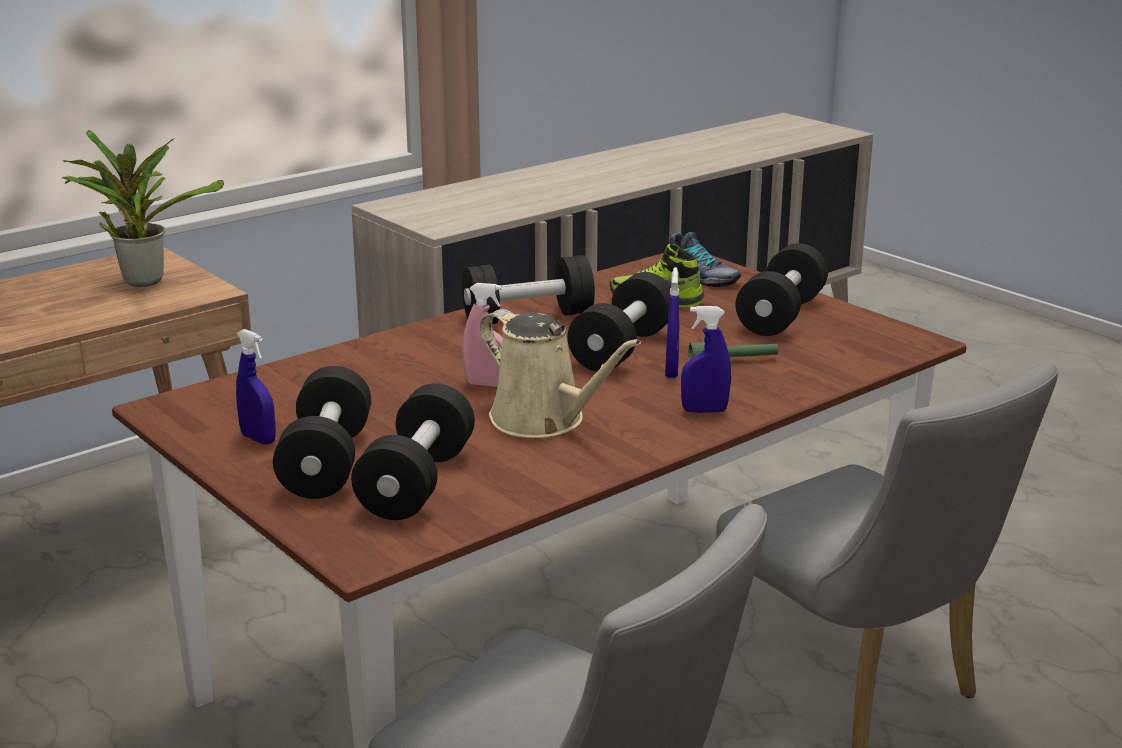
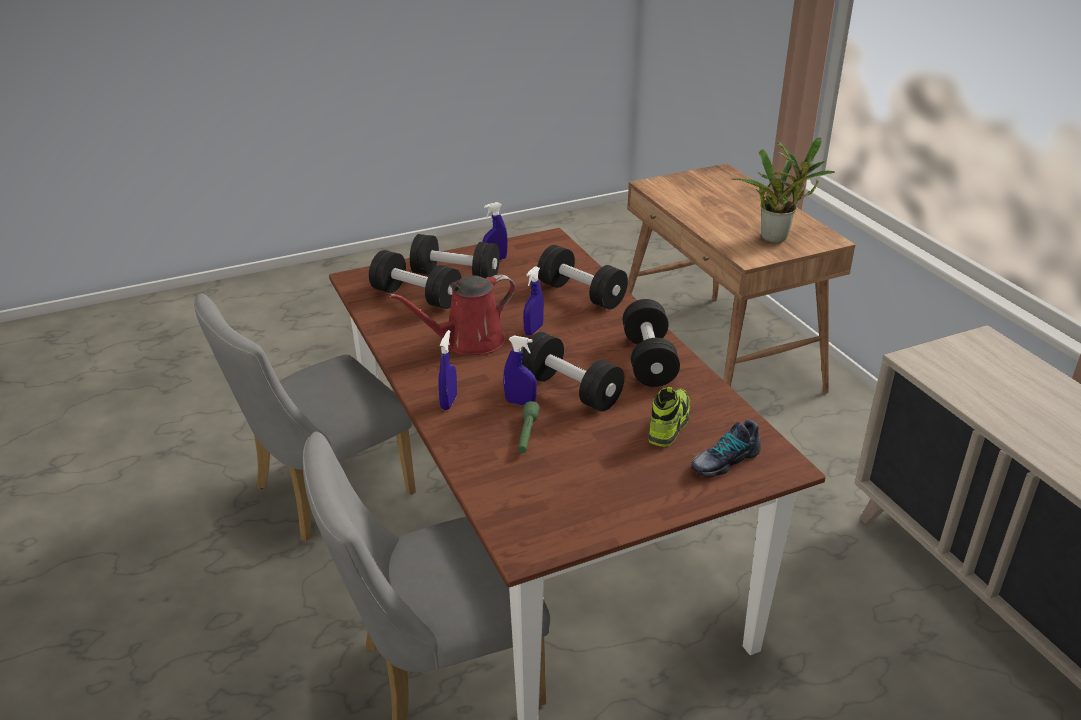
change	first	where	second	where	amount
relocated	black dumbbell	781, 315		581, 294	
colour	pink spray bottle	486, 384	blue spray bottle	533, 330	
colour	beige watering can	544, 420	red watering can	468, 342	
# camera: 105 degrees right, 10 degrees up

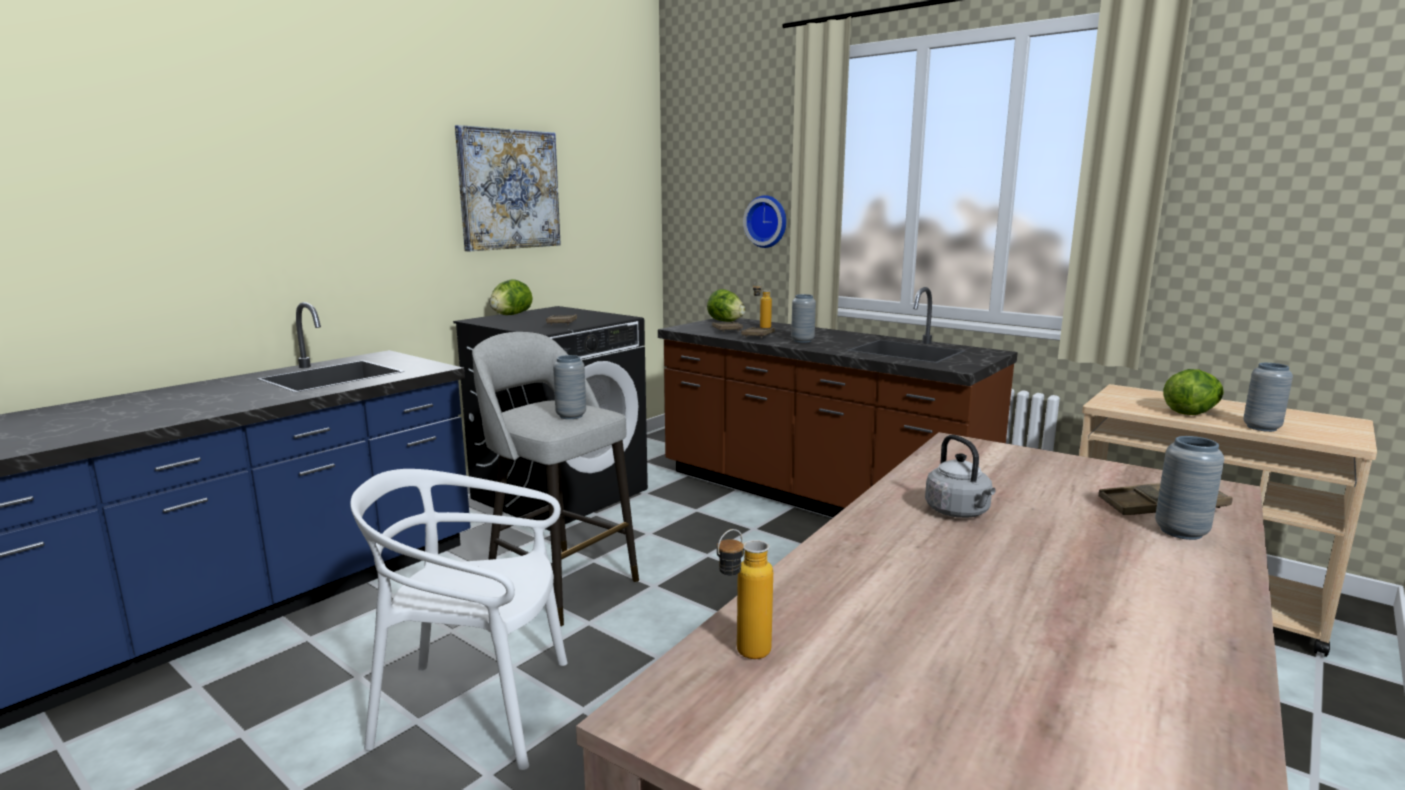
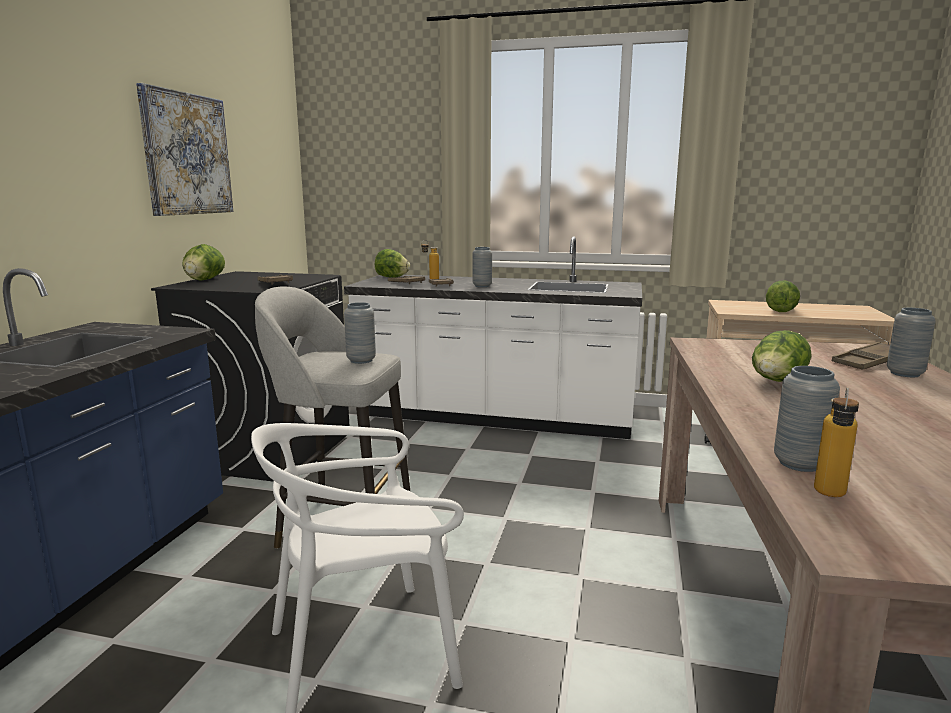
change	first	where	second	where	amount
missing	wall clock	767, 221			
relocated	grey vase	1261, 428		799, 464	
exchanged	grey kettle	959, 512	lettuce	777, 382	
colour	brown counter	817, 497	white counter	494, 417	
# camera: 25 degrees left, 0 degrees up

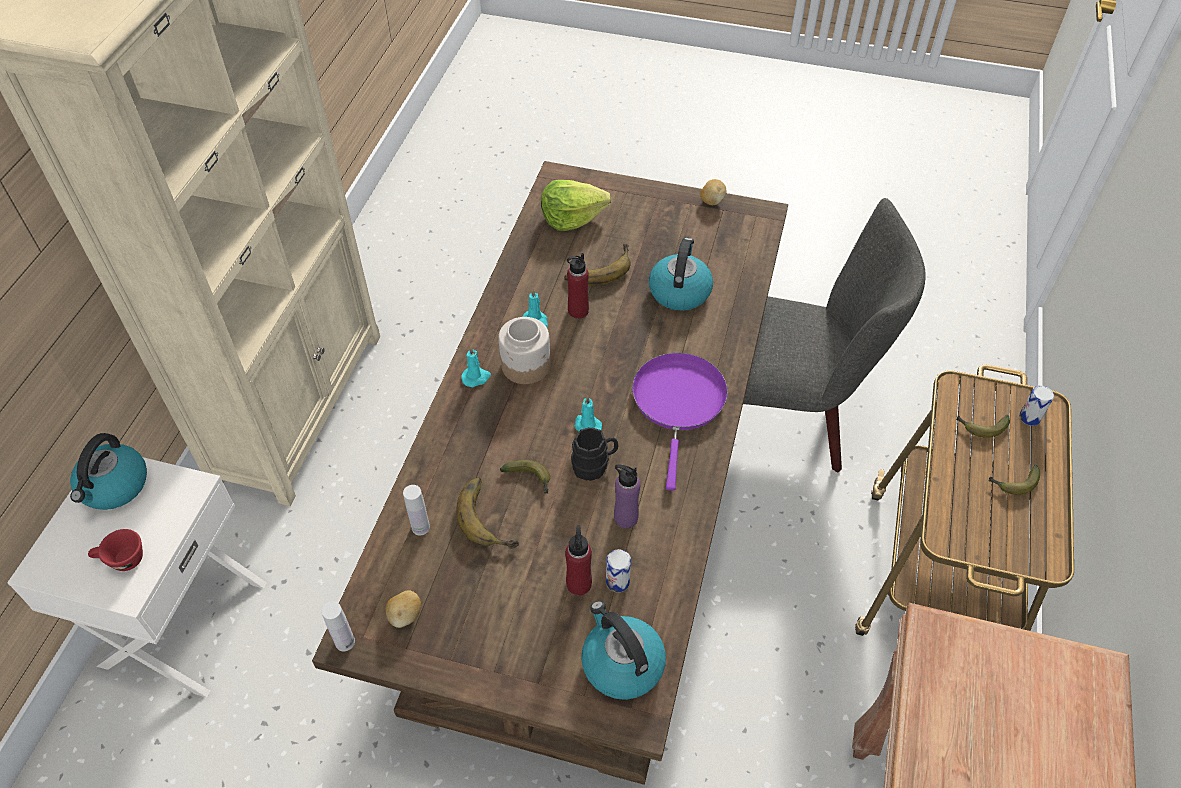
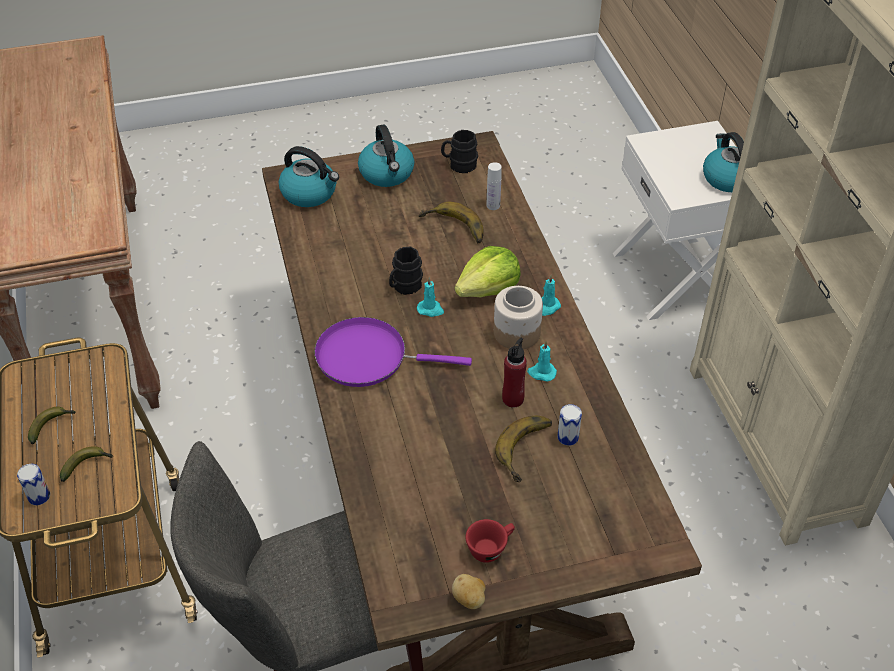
change	first	where	second	where	amount
missing	white bottle	345, 642			
missing	banana	530, 479			
missing	red bottle	579, 584			
missing	purple bottle	625, 517			
relocated	red cup	122, 560		490, 547	
relocated	lettuce	572, 217		488, 289	
relocated	can	617, 581		568, 437	
relocated	kettle	679, 291		387, 174	
exchanged	potato	405, 616	black mug	459, 165	
spun	purple frying pan	678, 403		368, 357	120 degrees clockwise
# camera: 150 degrees right, 5 degrees down

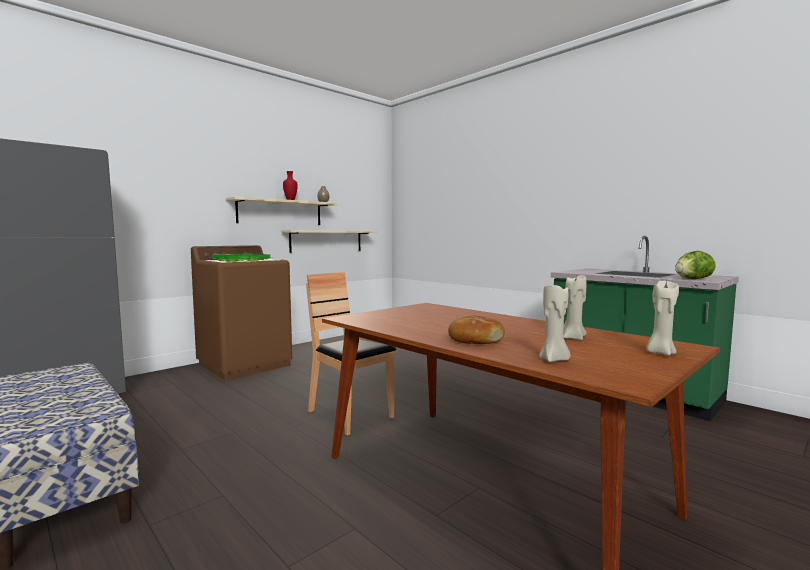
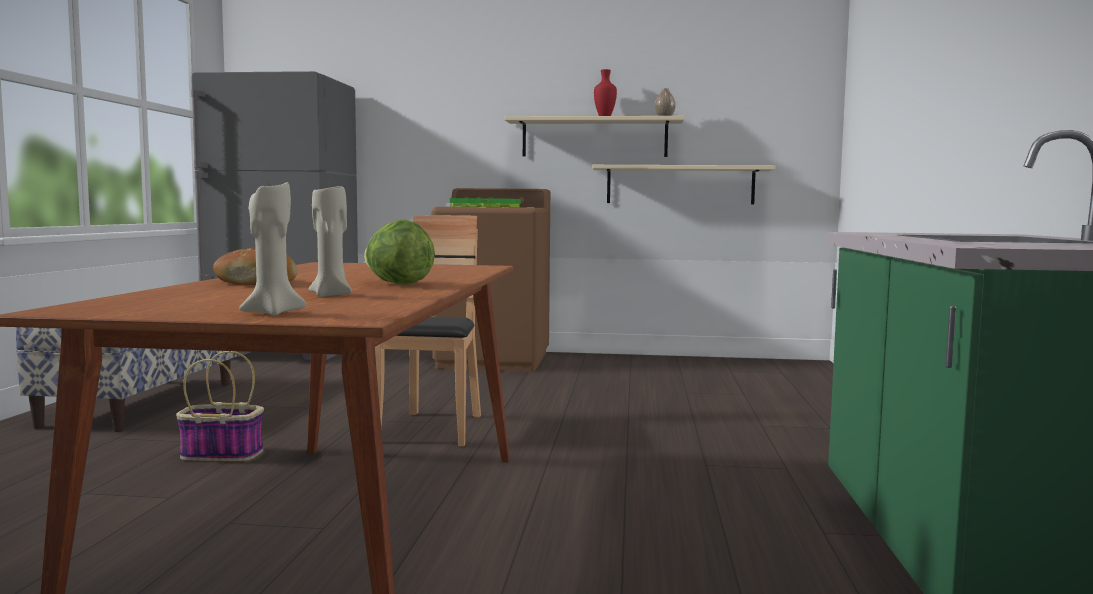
change	first	where	second	where	amount
missing	beige candle	554, 360			
appeared			basket	220, 454	
relocated	lettuce	692, 279		398, 284	
# camera: 50 degrees right, 0 degrees up

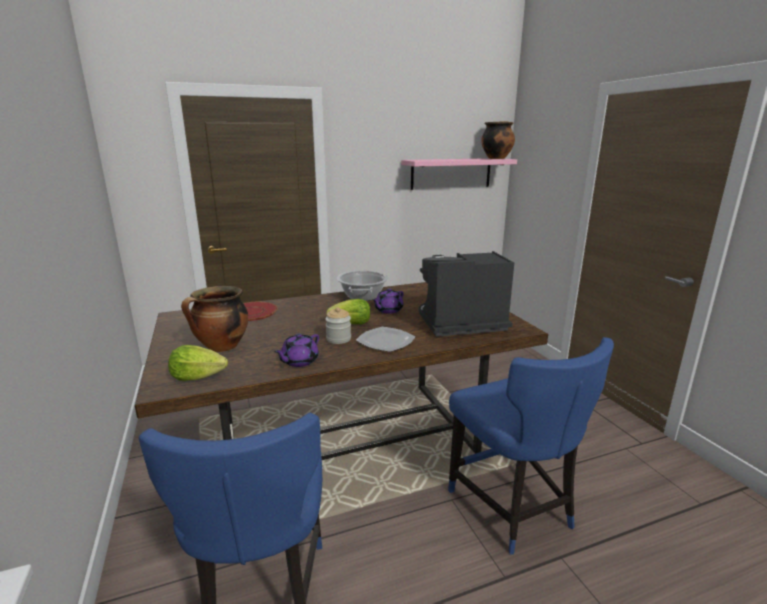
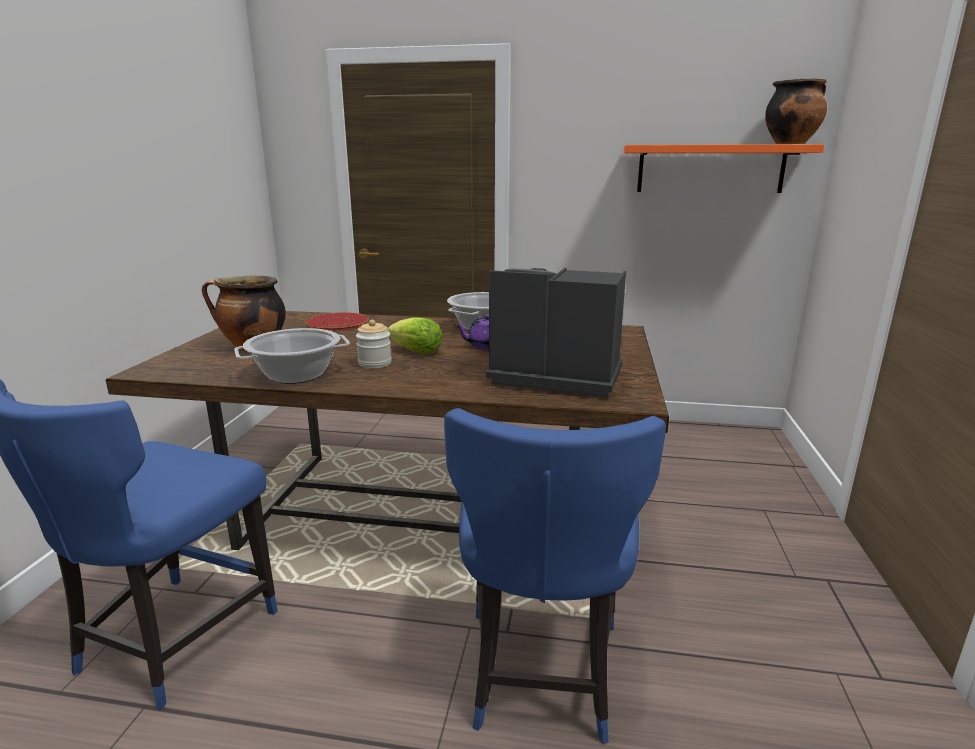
change	first	where	second	where	amount
missing	lettuce	197, 377			
missing	plate	385, 341			
exchanged	purple teapot	299, 361	cooking pot	296, 375	
colour	pink shelf	451, 173	orange shelf	710, 169	
# camera: 30 degrees right, 0 degrees up

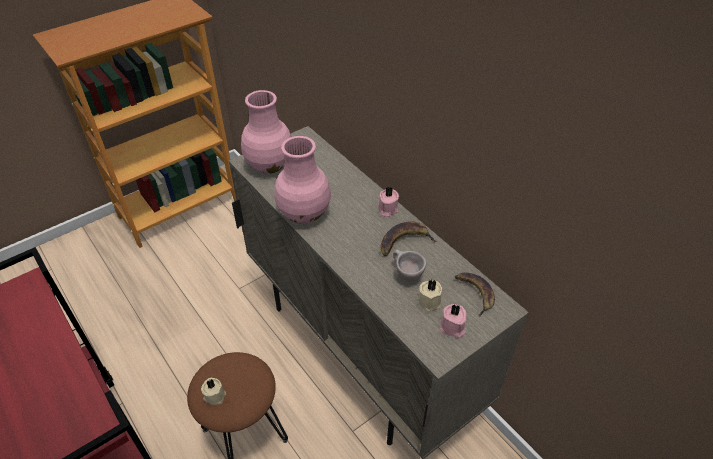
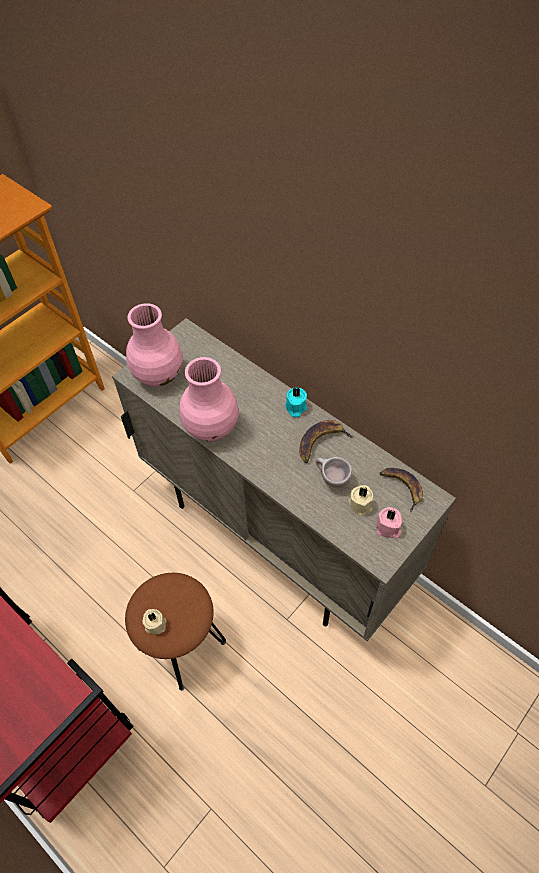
change	first	where	second	where	amount
colour	pink candle	387, 209	turquoise candle	295, 408	
# camera: 10 degrees left, 10 degrees up

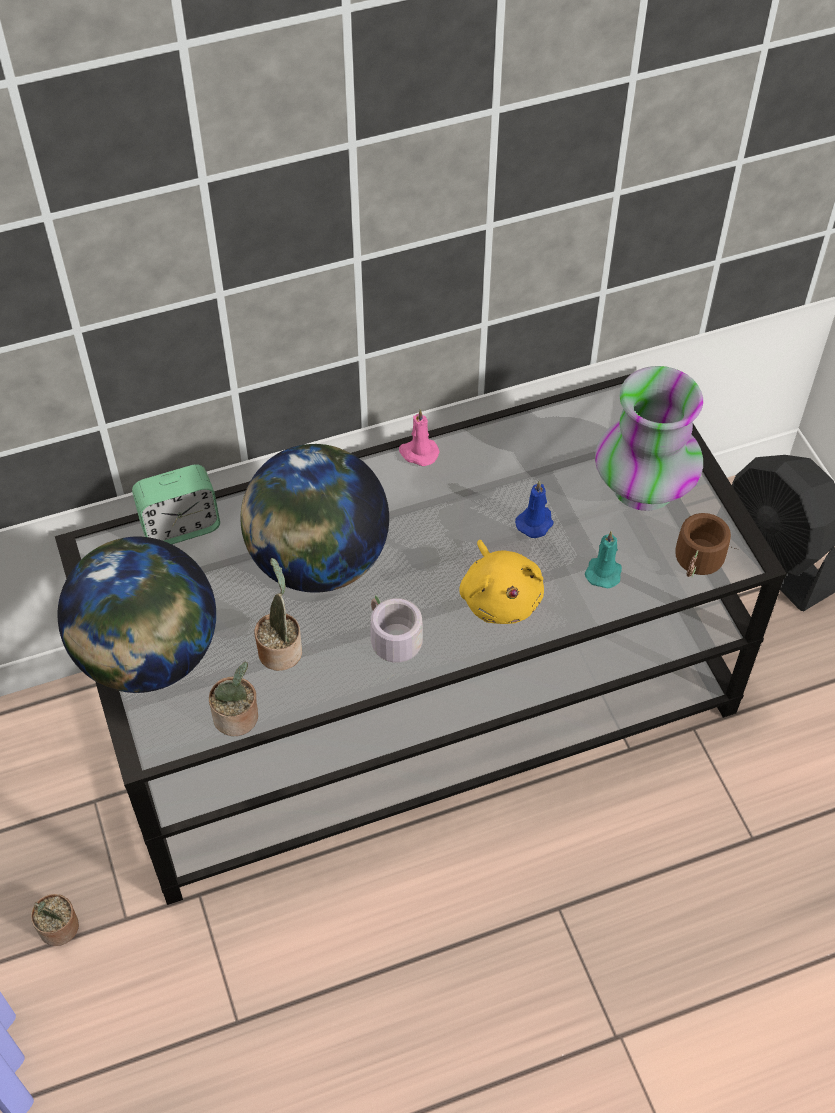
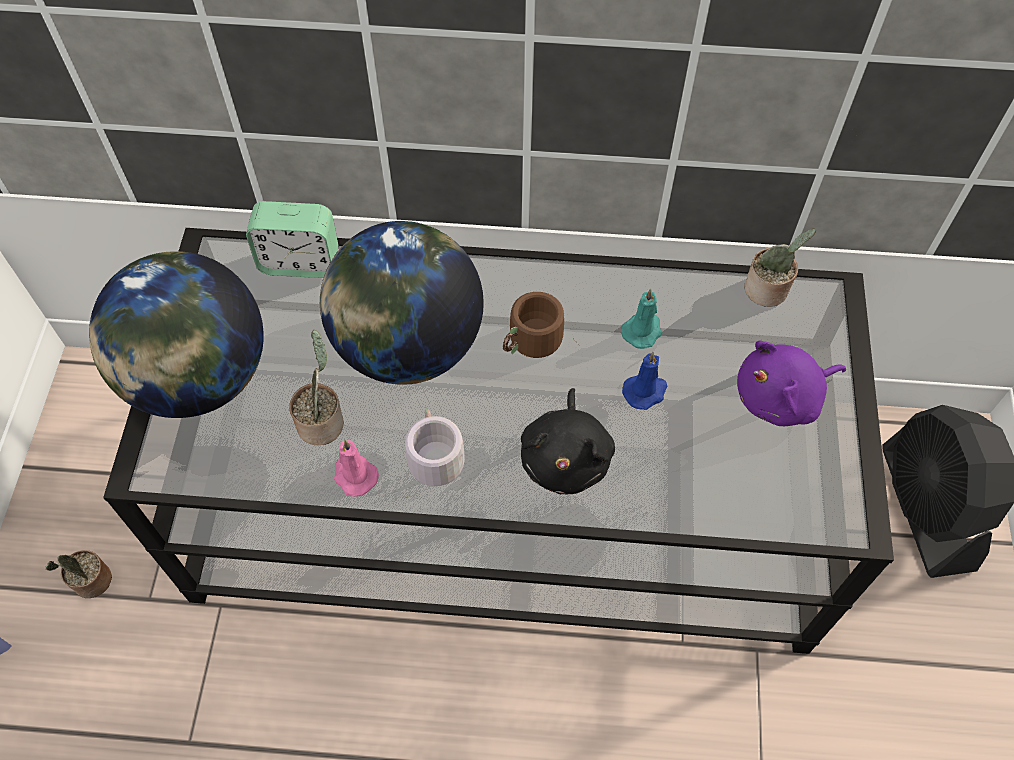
change	first	where	second	where	amount
relocated	potted plant	238, 718		768, 291	
relocated	pink candle	418, 453		354, 475	
relocated	turquoise candle	604, 571		643, 330	
relocated	brown mug	699, 563		533, 344	
exchanged	vase	644, 486	purple plush toy	781, 398	
colour	yellow plush toy	500, 597	black plush toy	566, 457	
# camera: 25 degrees right, 5 degrees up

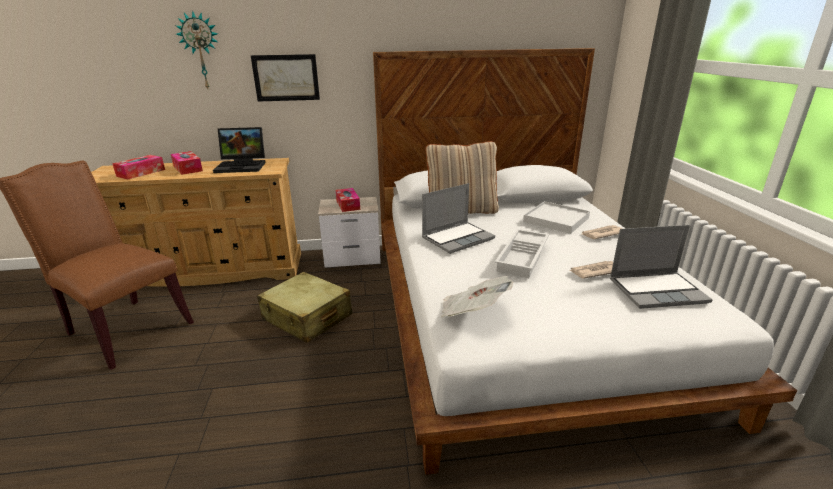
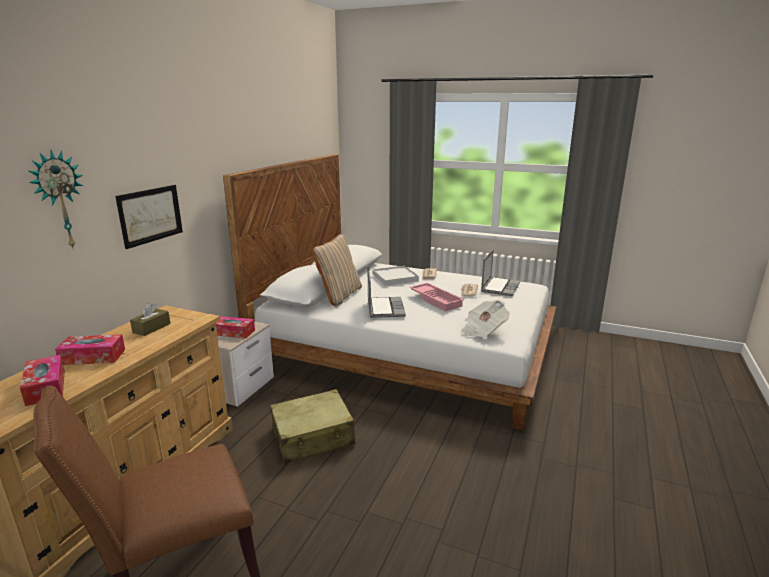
change	first	where	second	where	amount
exchanged	laptop	243, 166	brown tissue box	151, 328	
colour	white tray	523, 257	pink tray	436, 300	
# camera: 60 degrees left, 5 degrees down

